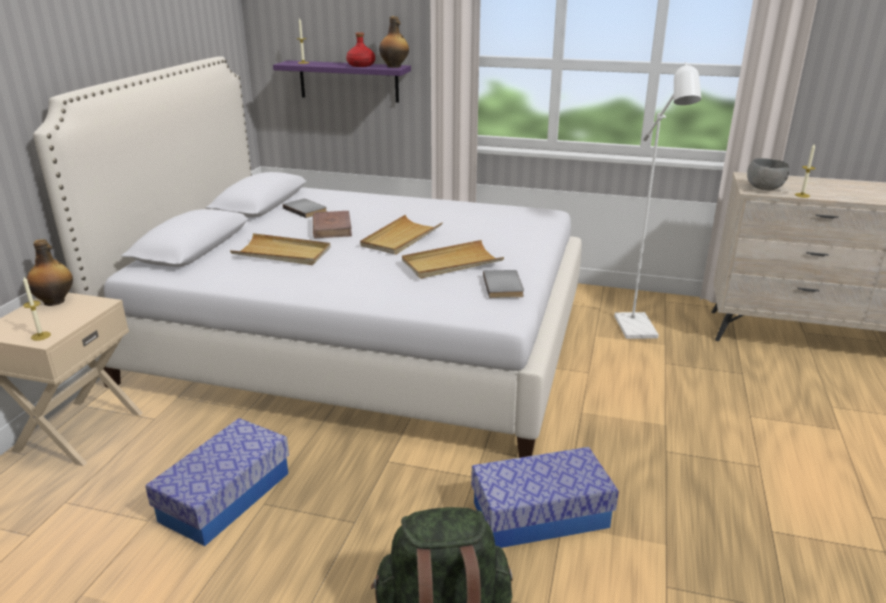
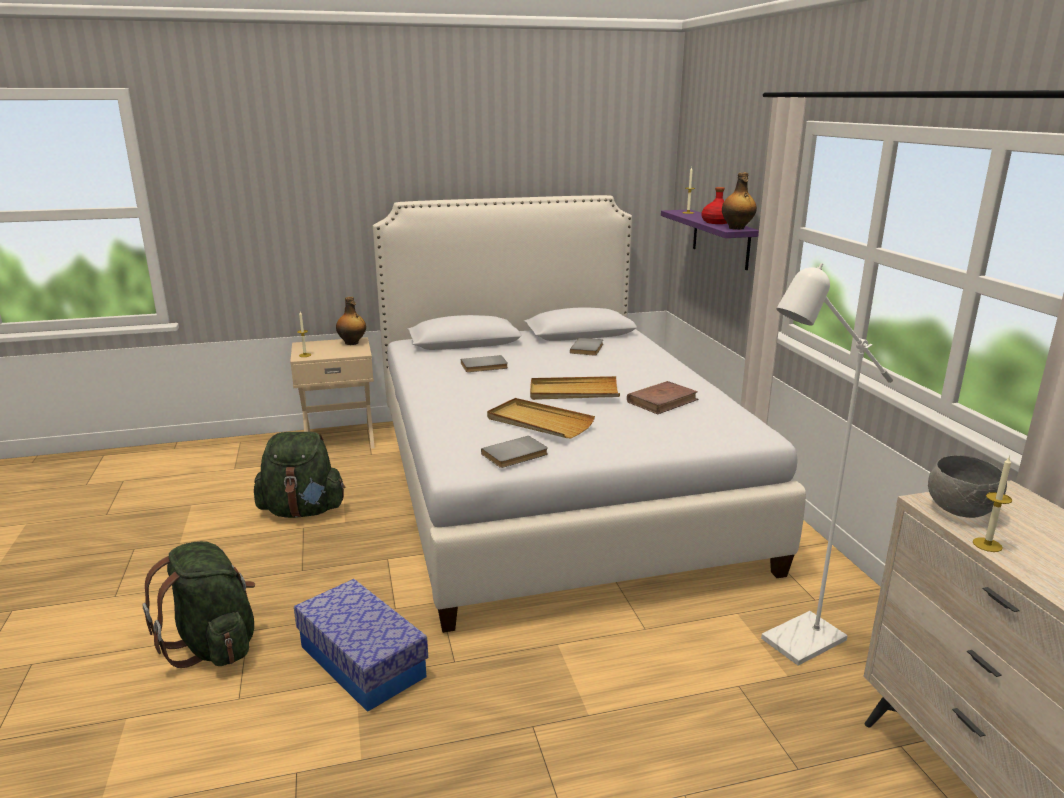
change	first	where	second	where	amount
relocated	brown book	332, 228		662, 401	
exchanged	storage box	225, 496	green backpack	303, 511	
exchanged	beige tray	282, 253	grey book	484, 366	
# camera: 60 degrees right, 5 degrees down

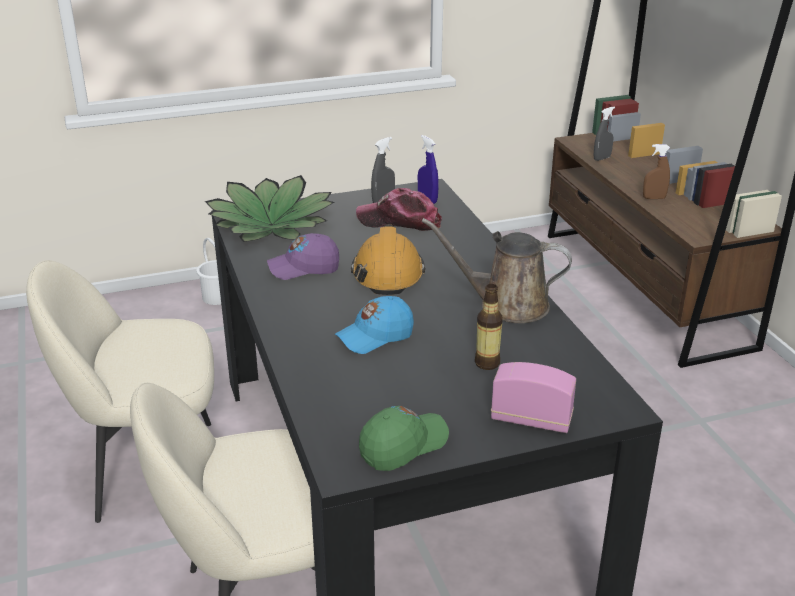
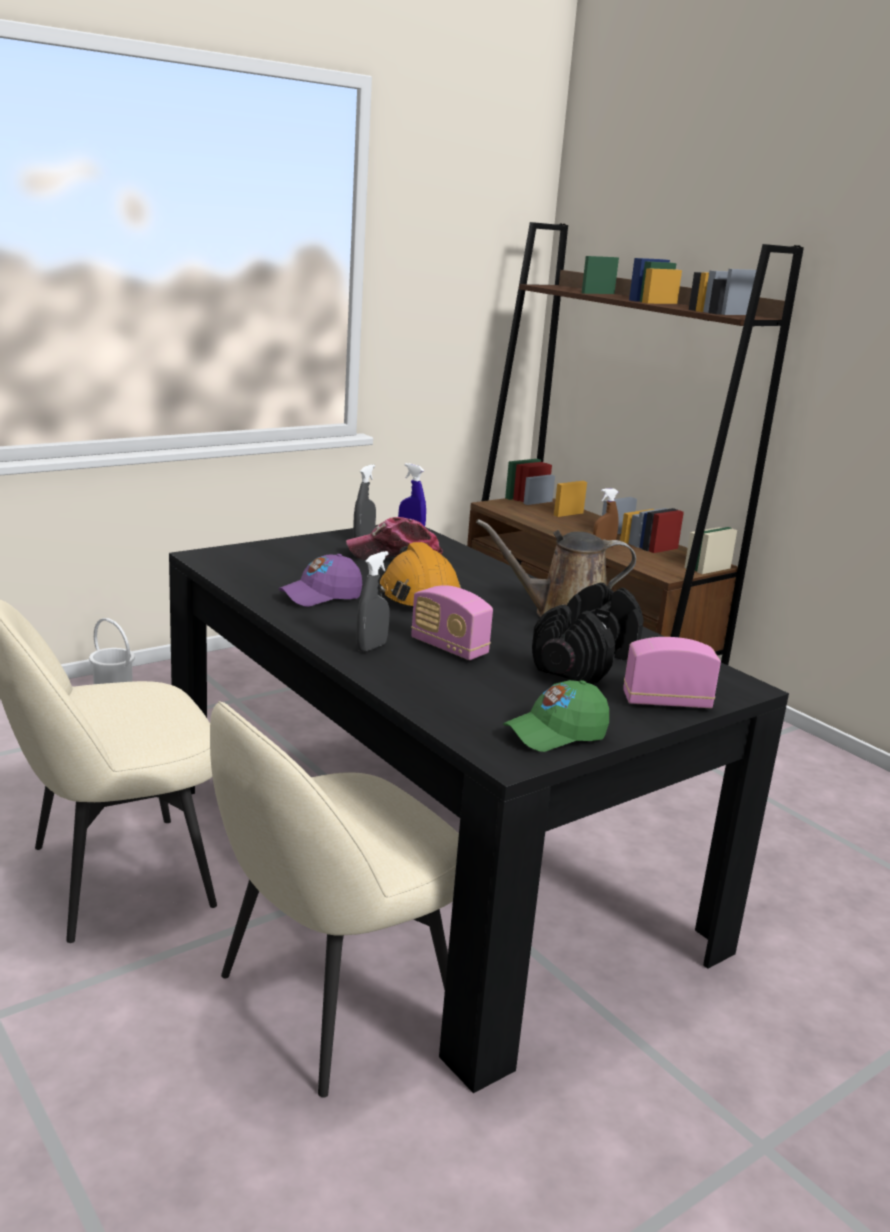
change	first	where	second	where	amount
missing	potted plant	271, 225			
relocated	grey spray bottle	602, 158		371, 647	
exchanged	blue cap	375, 336	radio	449, 648	
exchanged	bottle	487, 363	black dumbbell	584, 661	
spun	green cap	403, 446		556, 734	150 degrees counterclockwise
# camera: 20 degrees left, 10 degrees down

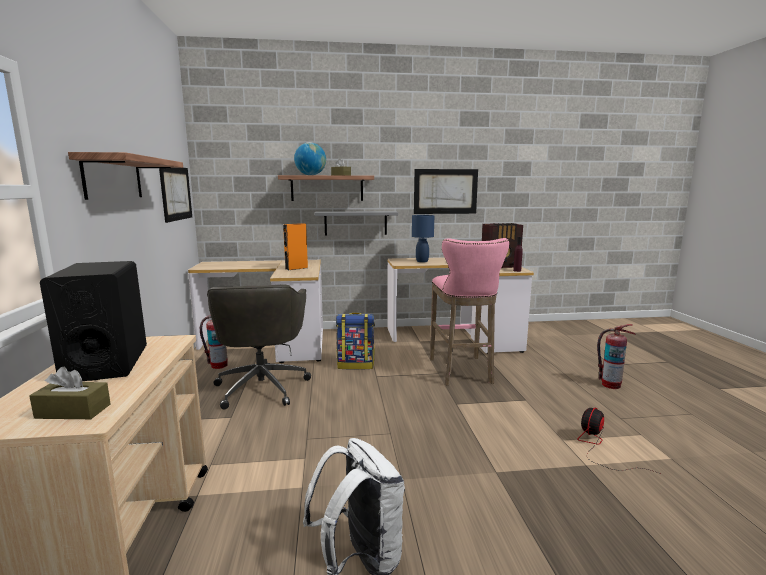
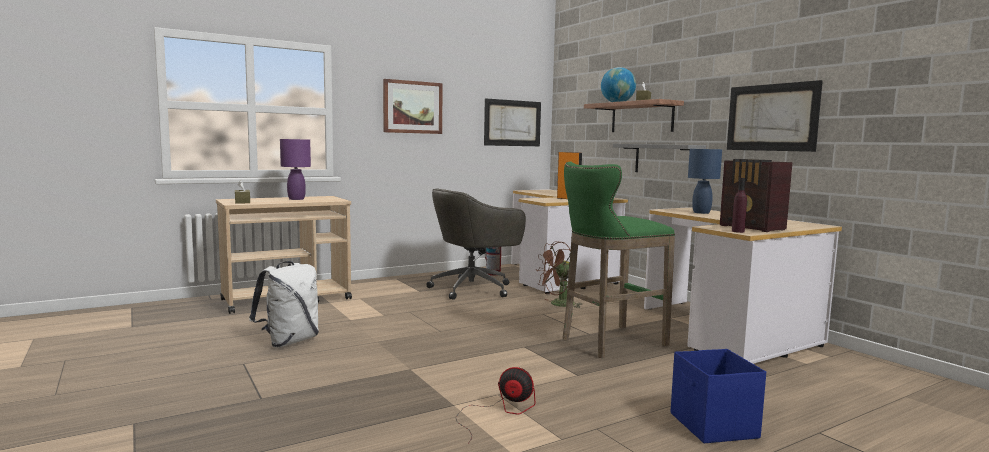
change	first	where	second	where	amount
exchanged	black speaker	107, 364	purple table lamp	297, 199	
exchanged	shelf	113, 178	picture	412, 107	
exchanged	backpack	356, 365	brown fan	558, 305	
exchanged	fire extinguisher	610, 385	blue storage box	713, 426	
colour	pink stool	462, 372	green stool	609, 343	
# camera: 65 degrees right, 5 degrees down

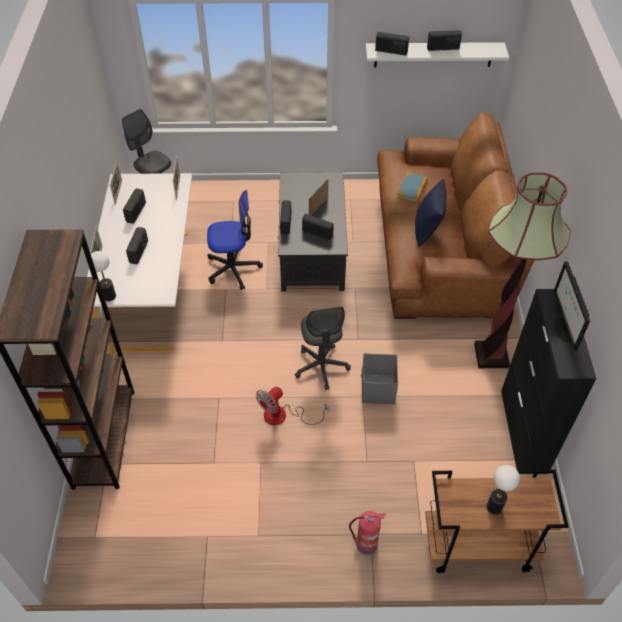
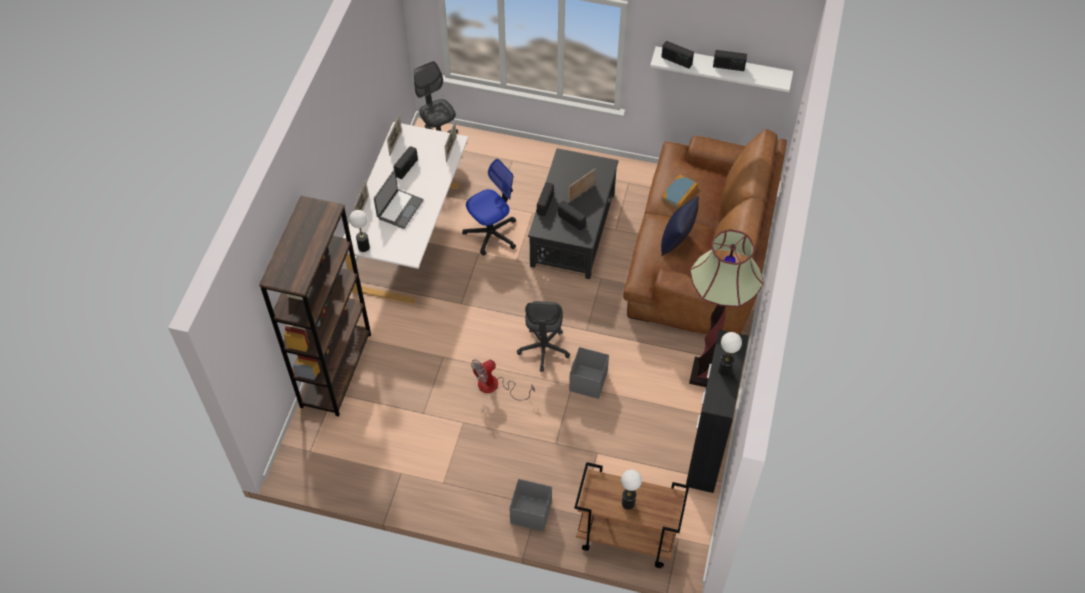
change	first	where	second	where	amount
exchanged	radio	139, 251	laptop	399, 209	
exchanged	fire extinguisher	365, 545	grey storage box	530, 512	
exchanged	monitor	563, 329	table lamp	725, 370	
spun	office chair	233, 268		491, 233	45 degrees counterclockwise
# camera: 15 degrees right, 5 degrees up

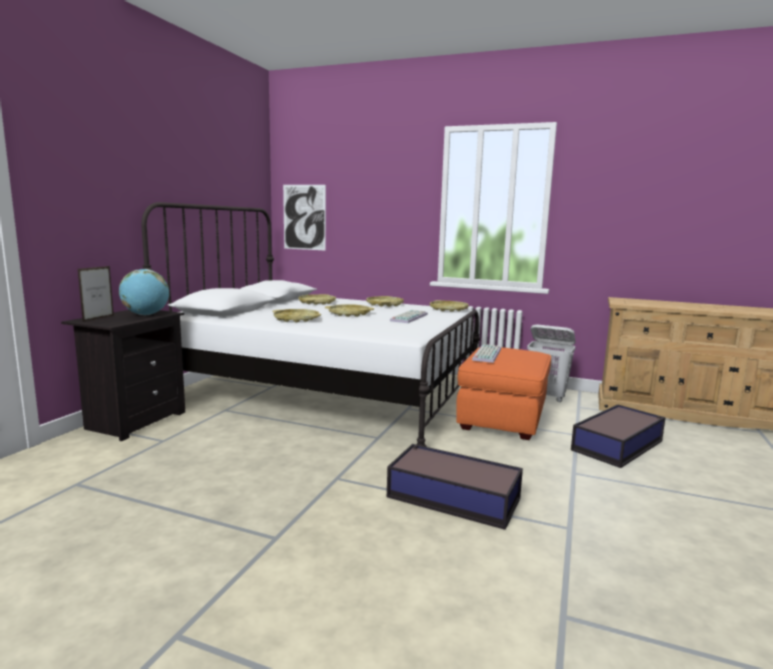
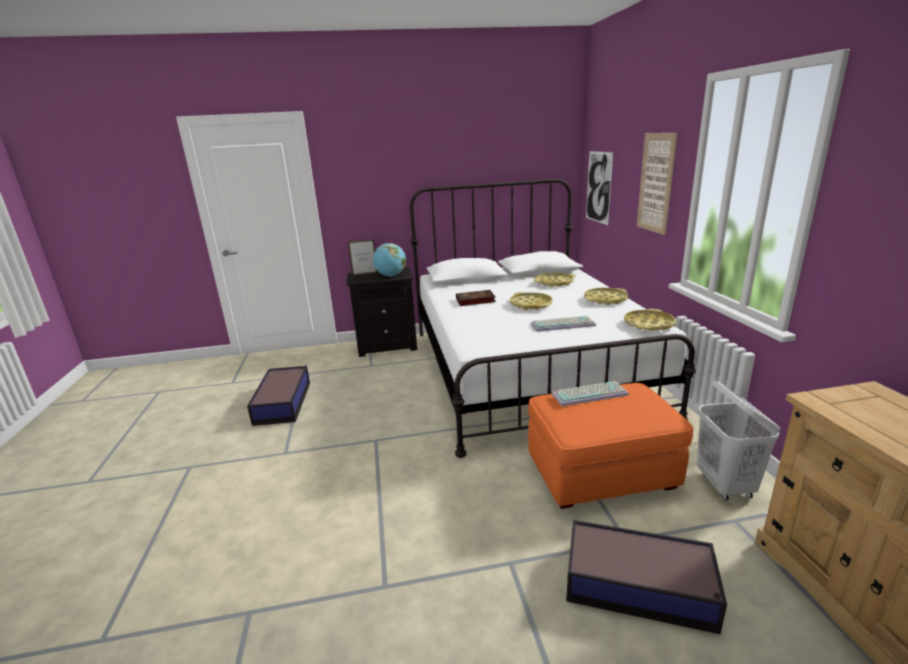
change	first	where	second	where	amount
appeared			picture	656, 183	
relocated	storage box	452, 497		283, 402	
exchanged	yellow tray	296, 319	book	474, 300	
# camera: 60 degrees right, 10 degrees up

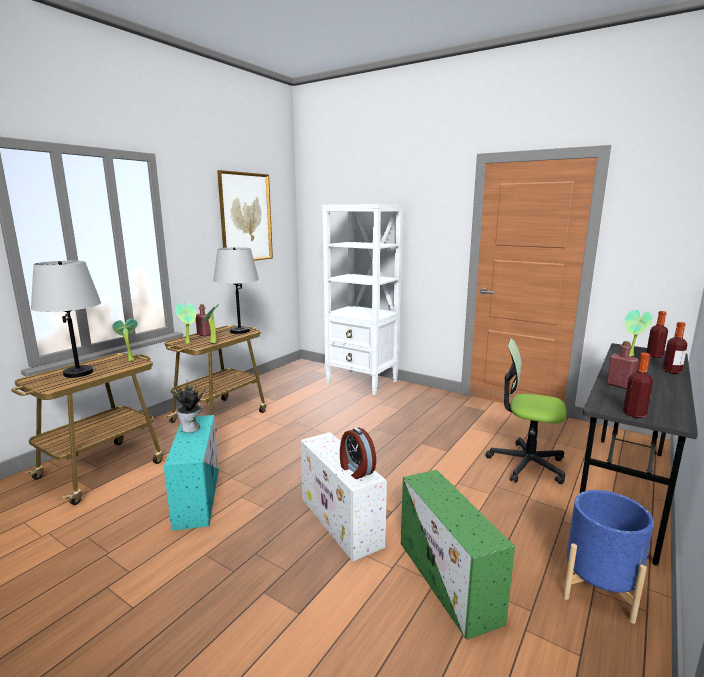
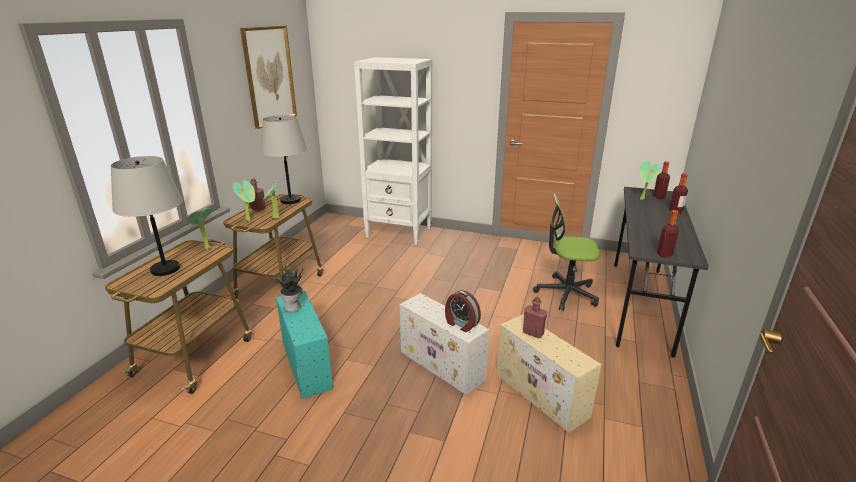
change	first	where	second	where	amount
missing	blue planter	599, 588			
relocated	red bottle	619, 385		533, 333	
colour	green storage box	448, 581	beige storage box	542, 395	
# camera: 15 degrees left, 10 degrees up

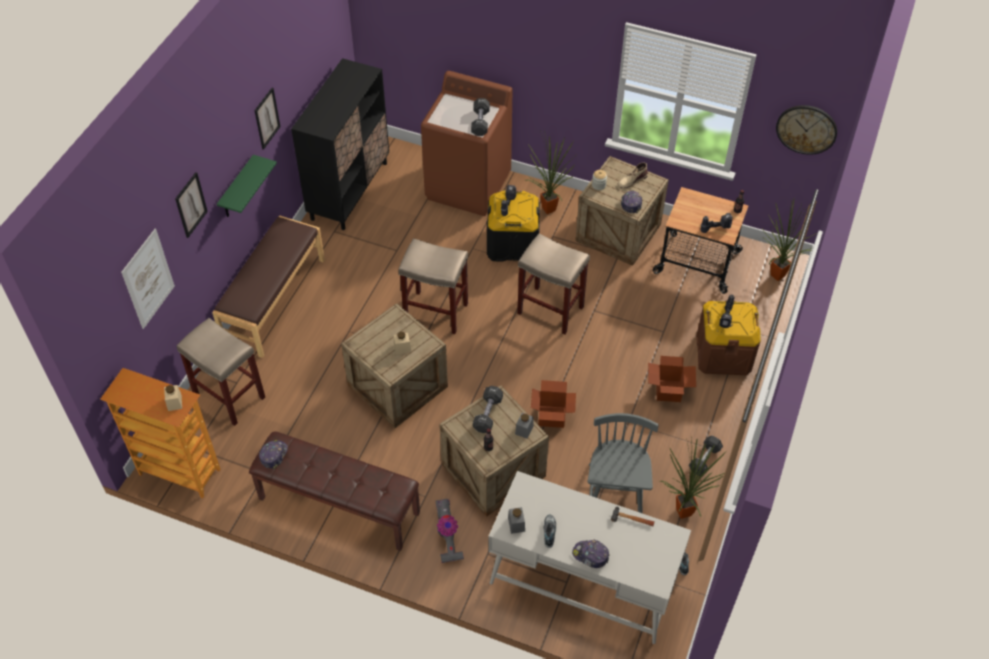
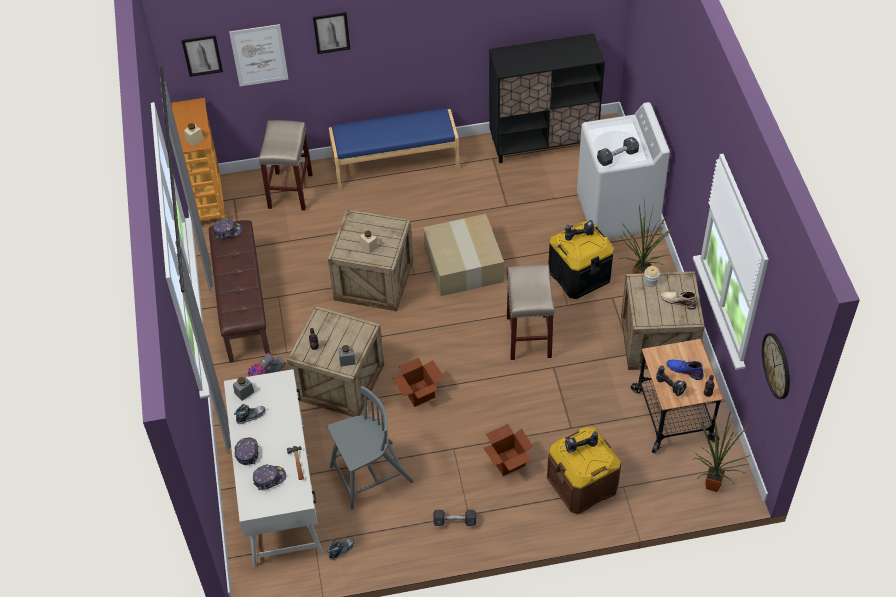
change	first	where	second	where	amount
missing	green shelf	237, 189			
missing	black dumbbell	488, 414			
missing	potted plant	683, 510			
appeared			blue boot	684, 370	
relocated	picture	267, 118		202, 55	
relocated	cap	631, 203		269, 478	
exchanged	beige stool	437, 312	cardboard box	465, 265	
colour	brown bench	274, 301	blue bench	395, 163	
colour	brown washing machine	468, 186	white washing machine	617, 212	
# camera: 60 degrees right, 0 degrees up

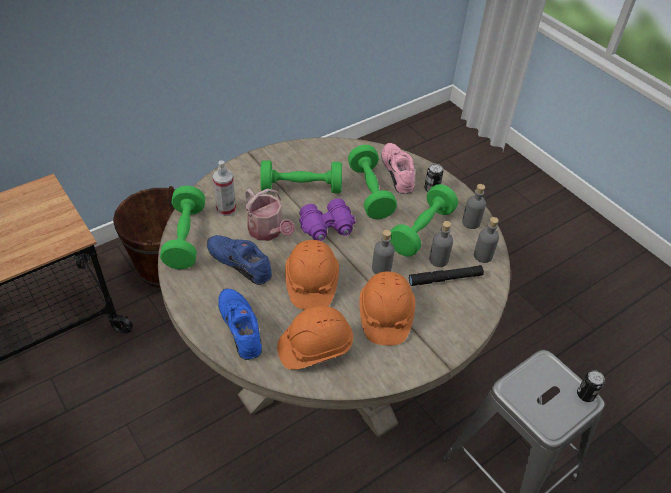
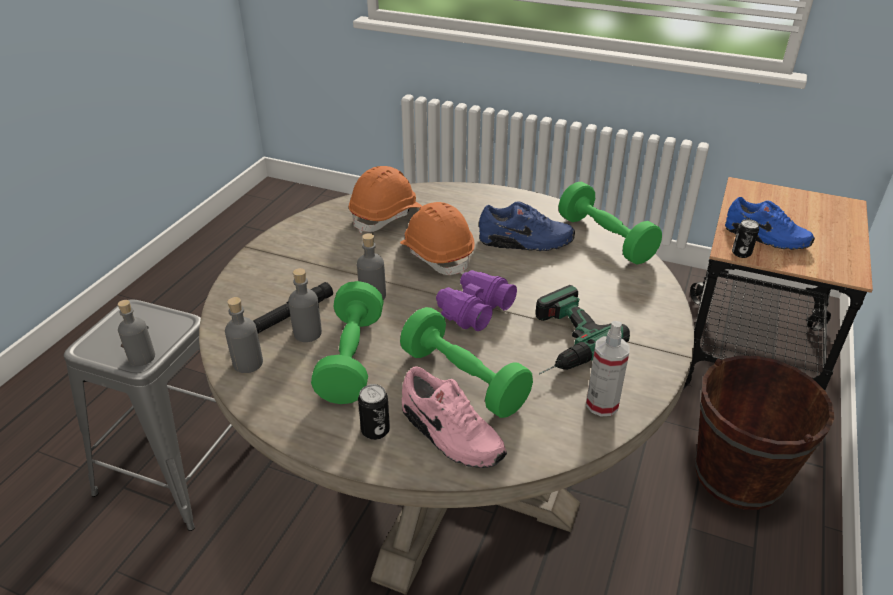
change	first	where	second	where	amount
missing	watering can	268, 232			
missing	orange hard hat	385, 316			
relocated	spray bottle	226, 209		602, 404	
relocated	blue shoe	241, 326		766, 238	
relocated	grey bottle	471, 222		141, 357	
relocated	can	585, 395		741, 253	
exchanged	green dumbbell	301, 188	power drill	559, 341	
# camera: 150 degrees right, 10 degrees down

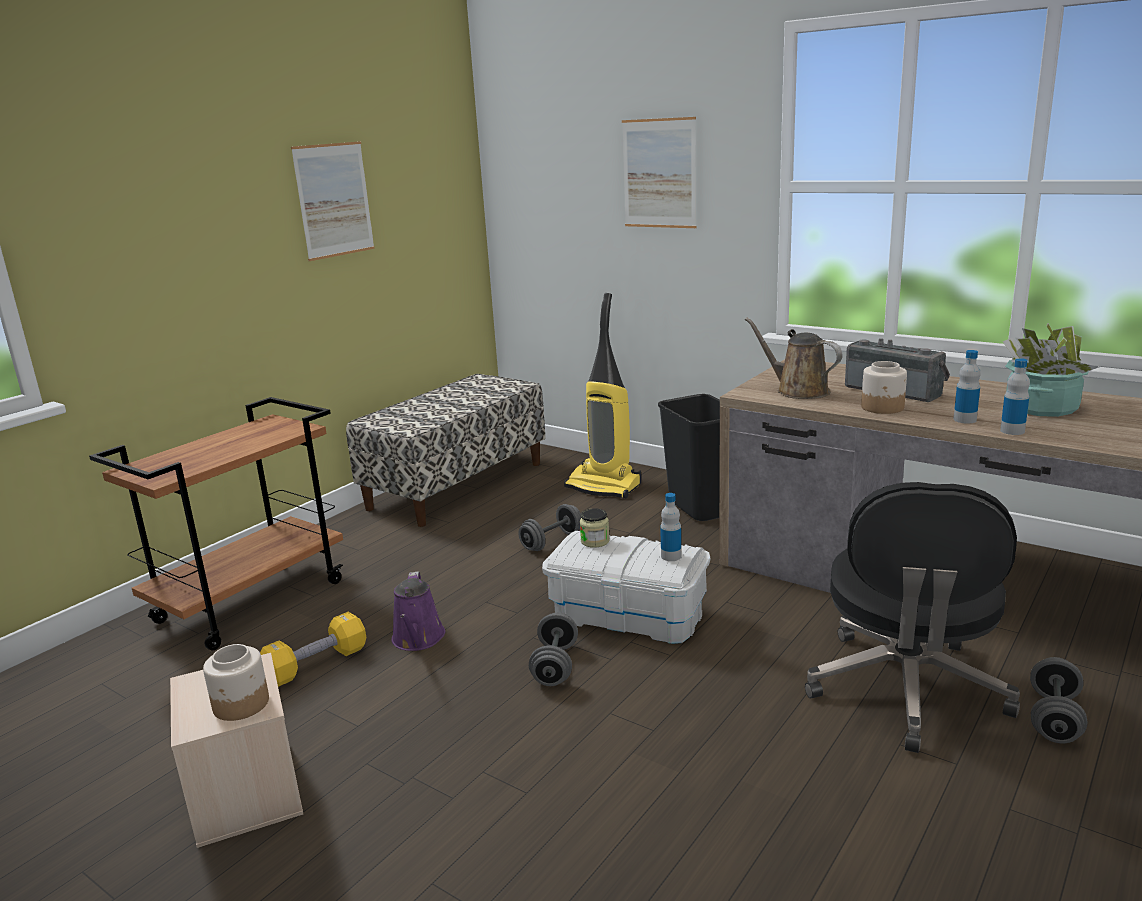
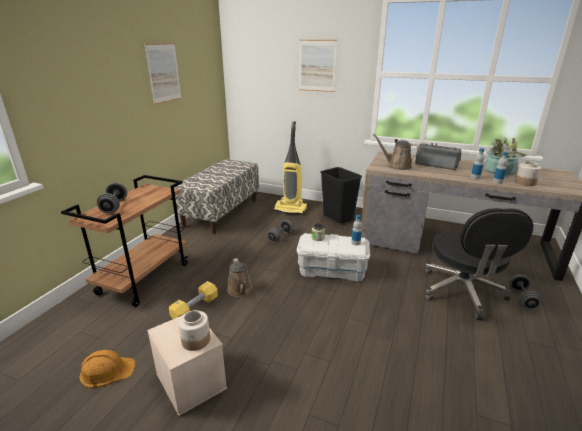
change	first	where	second	where	amount
appeared			orange hard hat	107, 371	
relocated	grey dumbbell	555, 665		114, 206	
relocated	jar	883, 407		525, 183	
colour	purple watering can	418, 639	brown watering can	240, 290	
# camera: 15 degrees left, 5 degrees up

